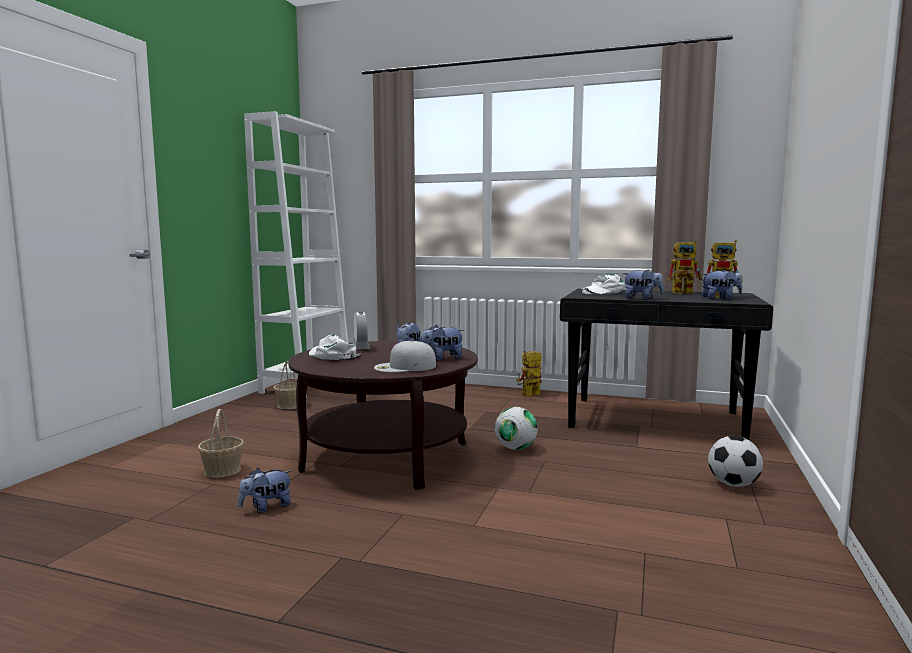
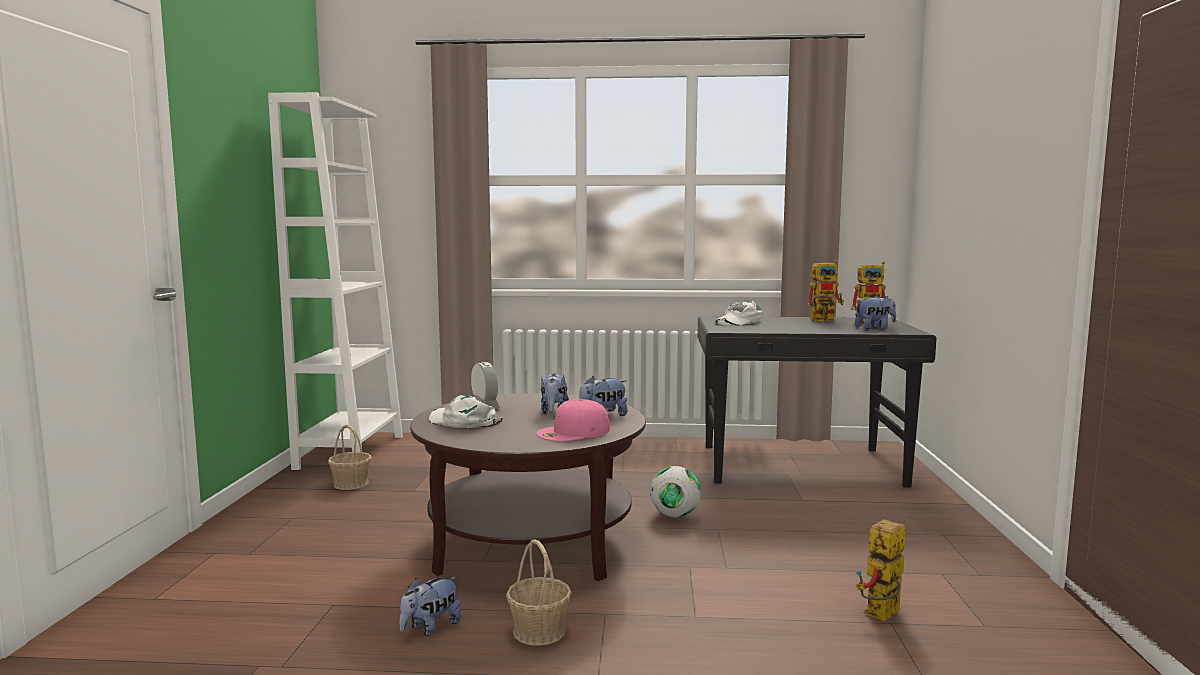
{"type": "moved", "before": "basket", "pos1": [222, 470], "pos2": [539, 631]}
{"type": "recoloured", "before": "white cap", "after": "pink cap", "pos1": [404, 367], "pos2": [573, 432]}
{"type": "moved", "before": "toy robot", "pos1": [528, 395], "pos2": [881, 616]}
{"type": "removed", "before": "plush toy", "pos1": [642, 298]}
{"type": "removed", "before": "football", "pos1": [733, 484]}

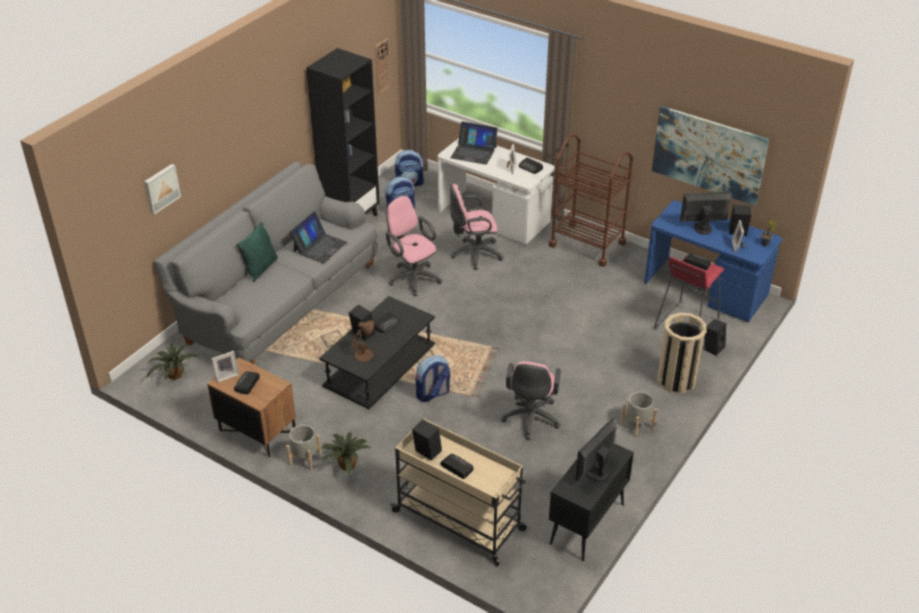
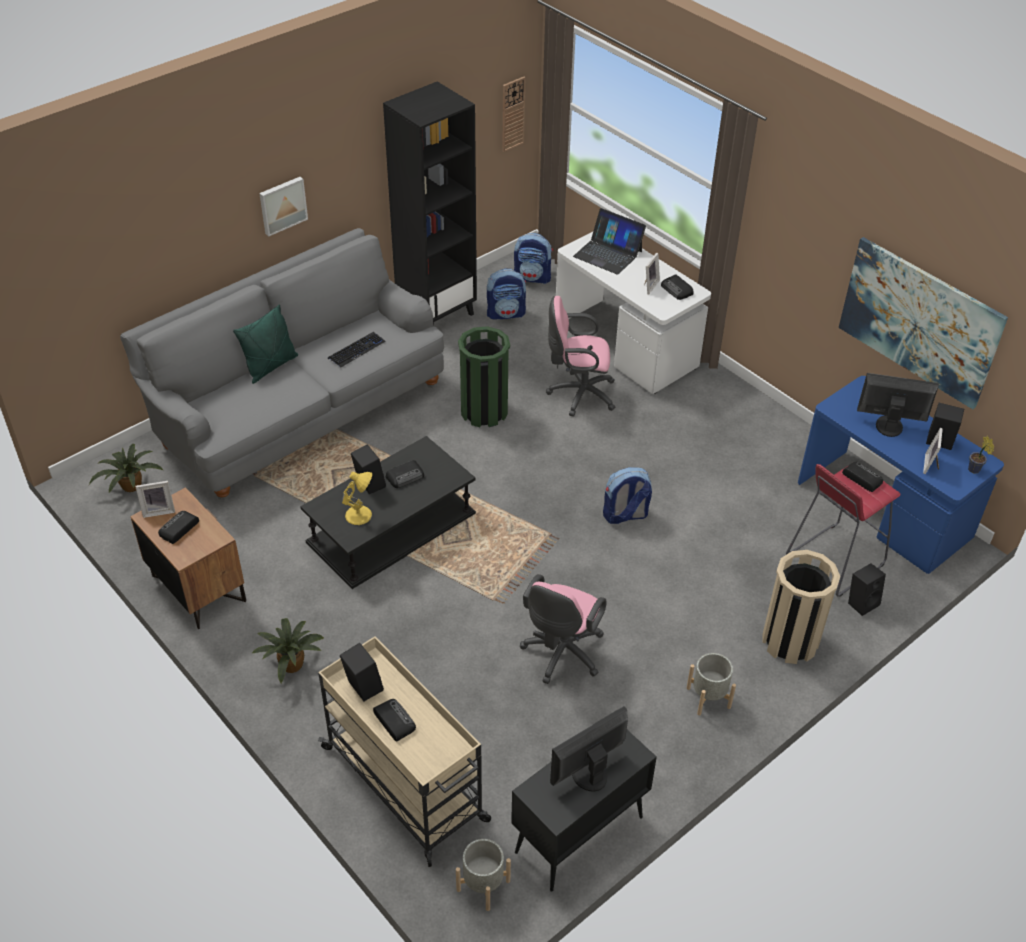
{"type": "moved", "before": "picture", "pos1": [161, 188], "pos2": [282, 205]}
{"type": "replaced", "before": "laptop", "after": "keyboard", "pos1": [319, 246], "pos2": [356, 350]}
{"type": "recoloured", "before": "brown table lamp", "after": "yellow table lamp", "pos1": [364, 355], "pos2": [360, 515]}
{"type": "moved", "before": "grey planter", "pos1": [305, 459], "pos2": [483, 885]}
{"type": "replaced", "before": "pink office chair", "after": "green trash can", "pos1": [412, 277], "pos2": [484, 411]}
{"type": "moved", "before": "backpack", "pos1": [432, 394], "pos2": [625, 515]}
{"type": "removed", "before": "brown cart", "pos1": [587, 244]}

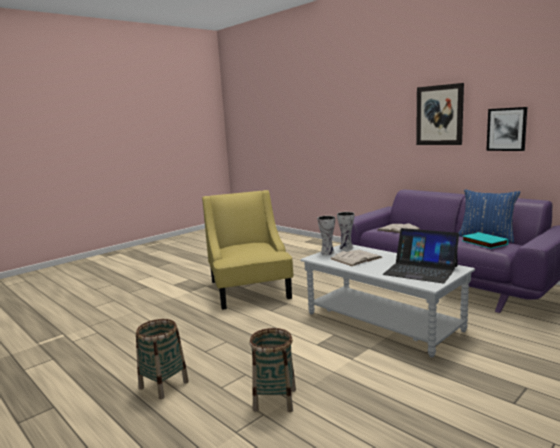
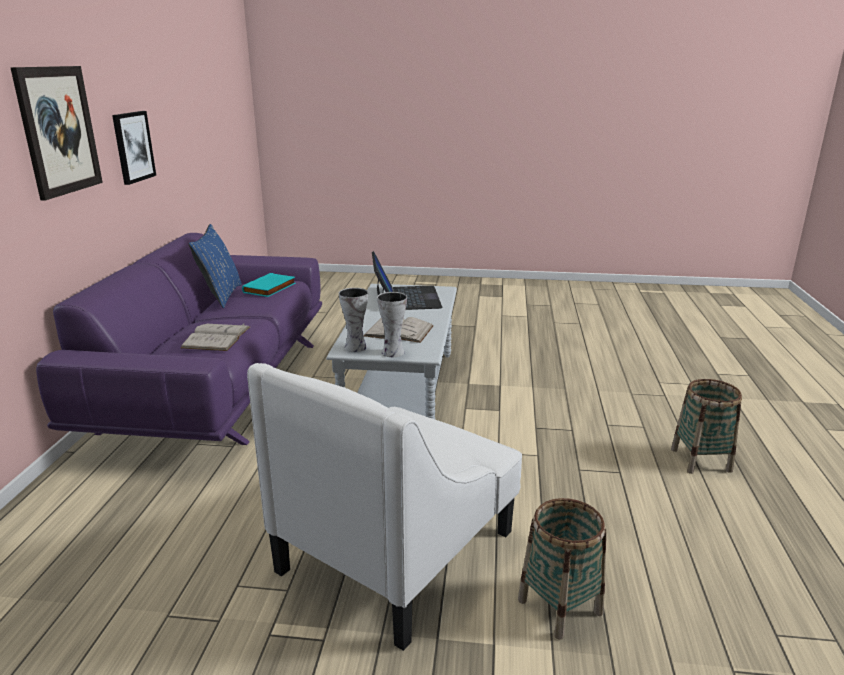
{"type": "recoloured", "before": "yellow armchair", "after": "white armchair", "pos1": [249, 289], "pos2": [397, 550]}
{"type": "moved", "before": "basket", "pos1": [275, 400], "pos2": [559, 606]}

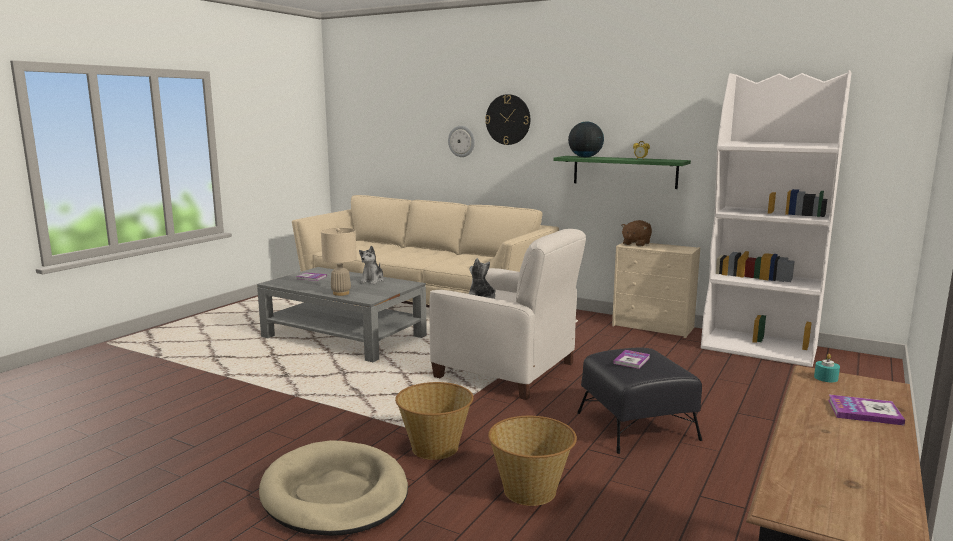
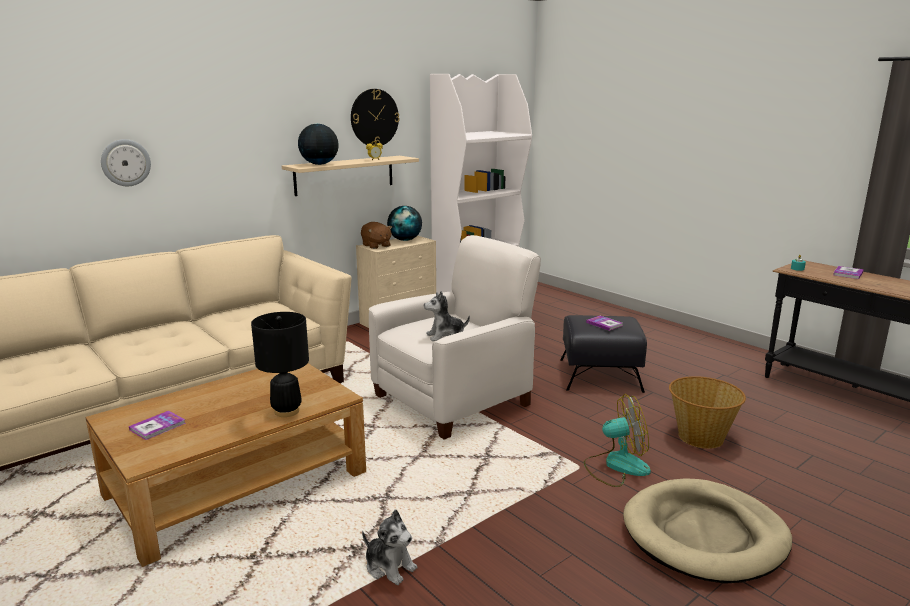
{"type": "recoloured", "before": "grey coffee table", "after": "brown coffee table", "pos1": [344, 337], "pos2": [238, 483]}
{"type": "recoloured", "before": "beige table lamp", "after": "black table lamp", "pos1": [341, 293], "pos2": [287, 411]}
{"type": "recoloured", "before": "green shelf", "after": "beige shelf", "pos1": [624, 172], "pos2": [344, 175]}
{"type": "moved", "before": "wall clock", "pos1": [508, 119], "pos2": [374, 117]}
{"type": "moved", "before": "plush toy", "pos1": [372, 281], "pos2": [389, 567]}
{"type": "added", "after": "globe", "pos2": [405, 240]}
{"type": "replaced", "before": "basket", "after": "fan", "pos1": [435, 447], "pos2": [616, 466]}

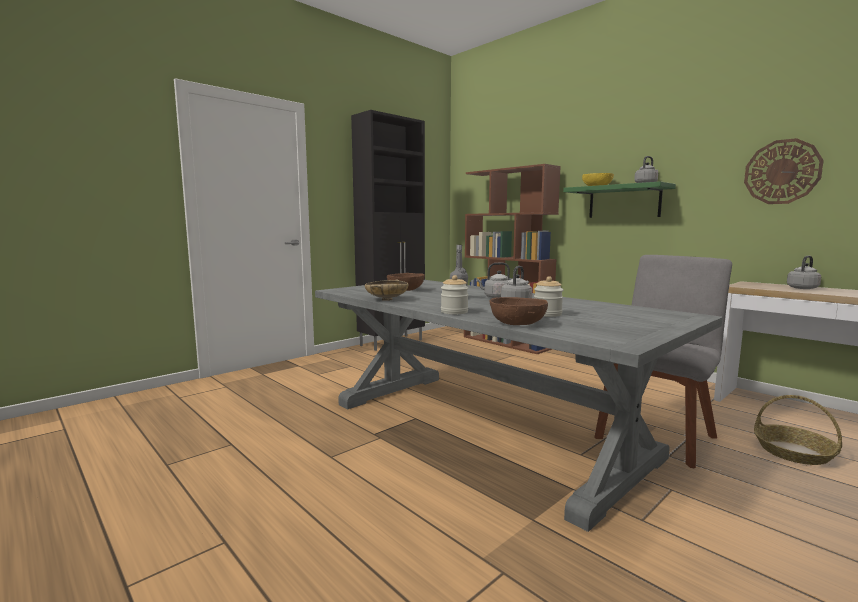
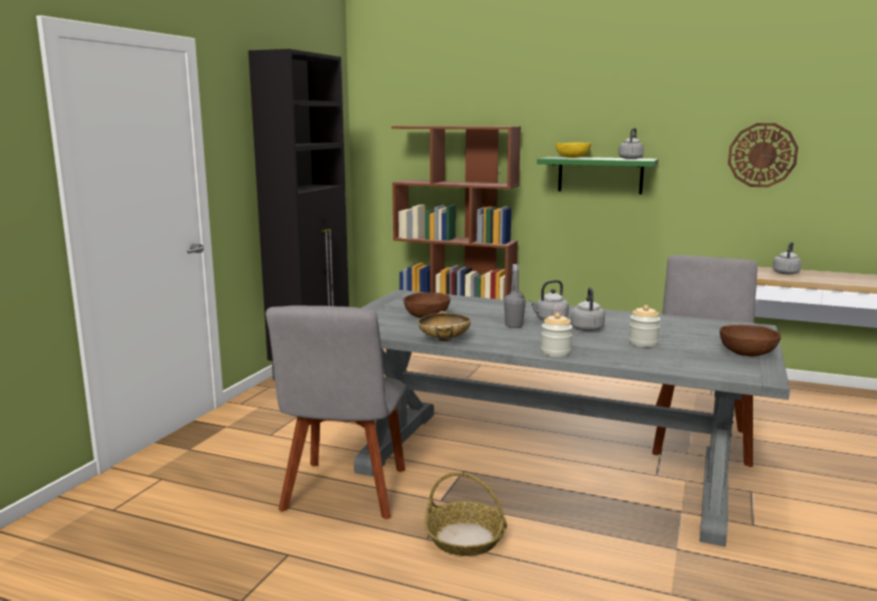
{"type": "added", "after": "grey chair", "pos2": [344, 493]}
{"type": "moved", "before": "basket", "pos1": [794, 452], "pos2": [465, 538]}
{"type": "moved", "before": "brown bowl", "pos1": [518, 324], "pos2": [747, 353]}

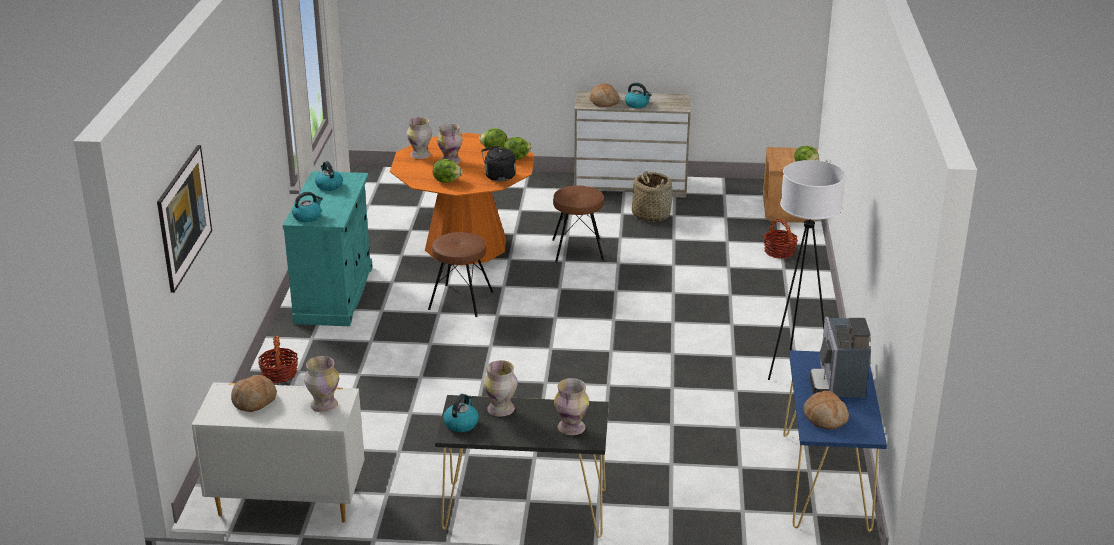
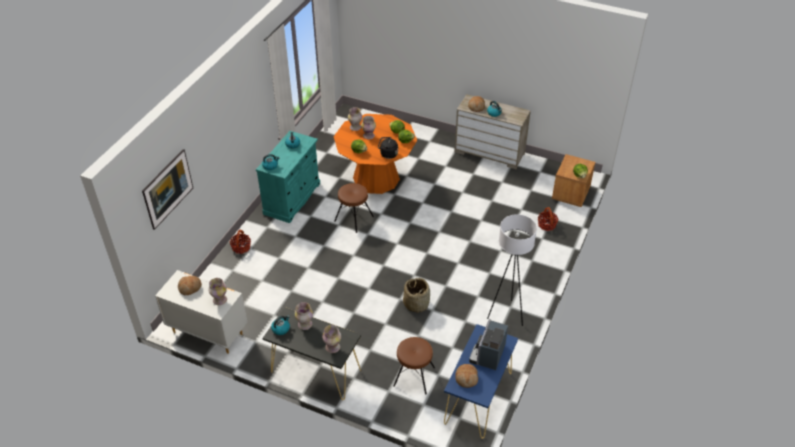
{"type": "moved", "before": "brown stool", "pos1": [578, 250], "pos2": [414, 377]}
{"type": "moved", "before": "basket", "pos1": [651, 215], "pos2": [416, 303]}

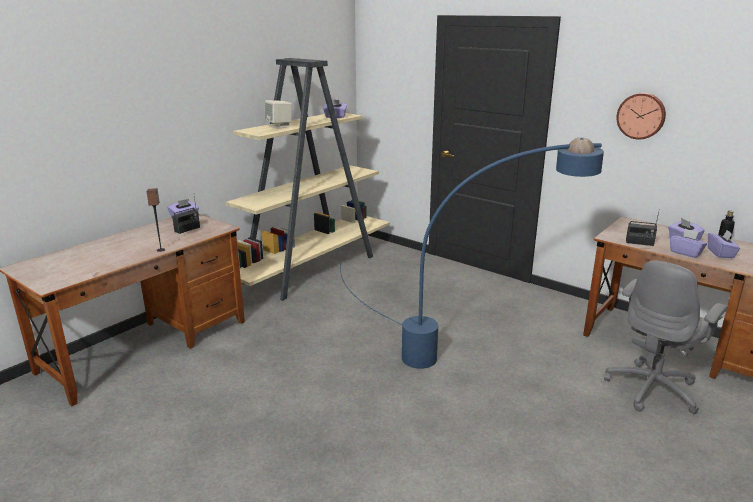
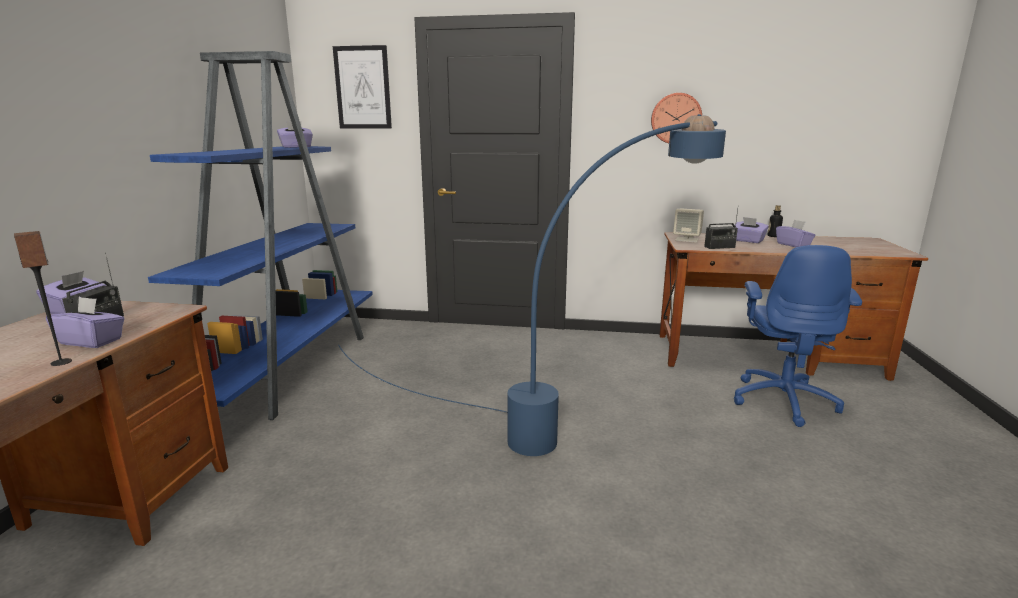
{"type": "moved", "before": "purple tissue box", "pos1": [685, 253], "pos2": [92, 341]}
{"type": "recoloured", "before": "beige bookcase", "after": "blue bookcase", "pos1": [312, 268], "pos2": [288, 368]}
{"type": "added", "after": "picture", "pos2": [362, 88]}
{"type": "moved", "before": "beige speaker", "pos1": [279, 126], "pos2": [687, 240]}
{"type": "recoloured", "before": "grey office chair", "after": "blue office chair", "pos1": [653, 389], "pos2": [783, 400]}

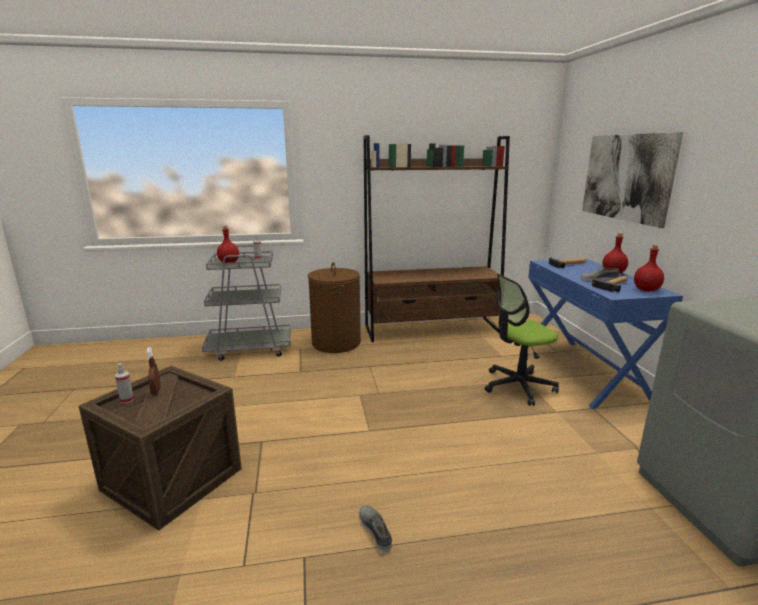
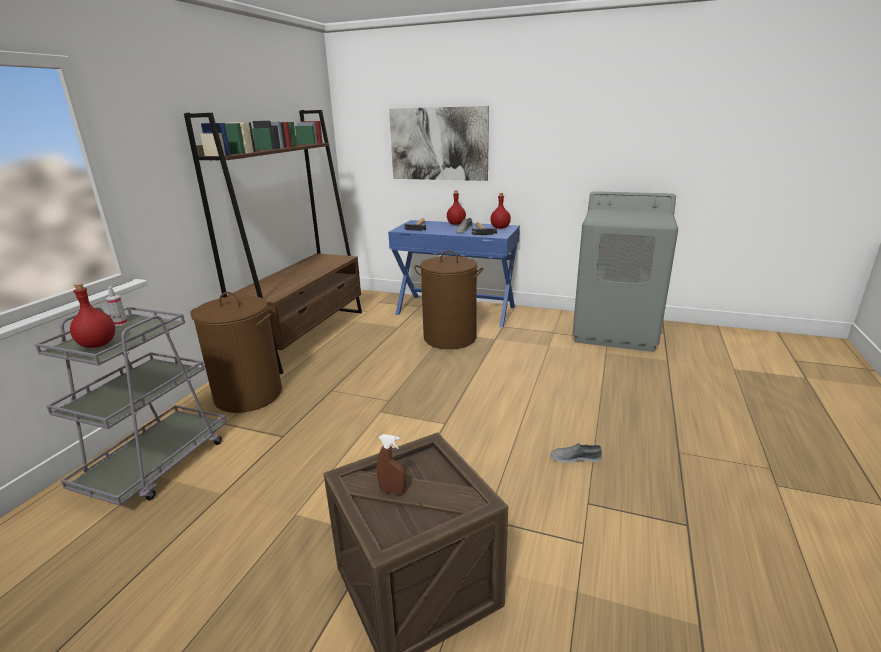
{"type": "replaced", "before": "office chair", "after": "brown laundry basket", "pos1": [518, 386], "pos2": [449, 338]}
{"type": "removed", "before": "spray bottle", "pos1": [127, 400]}

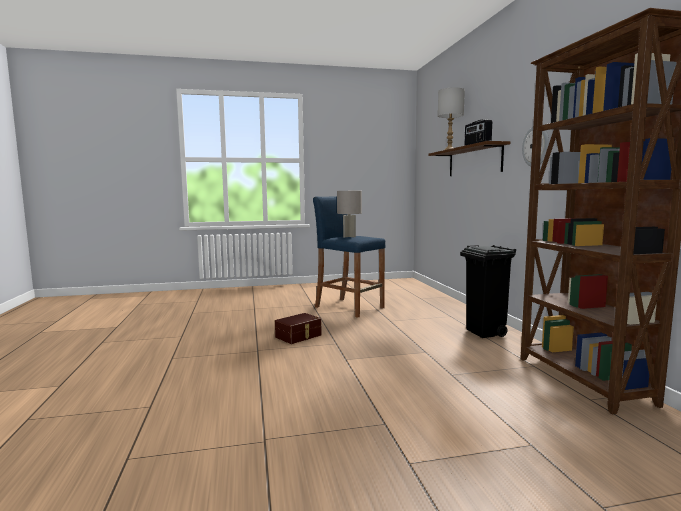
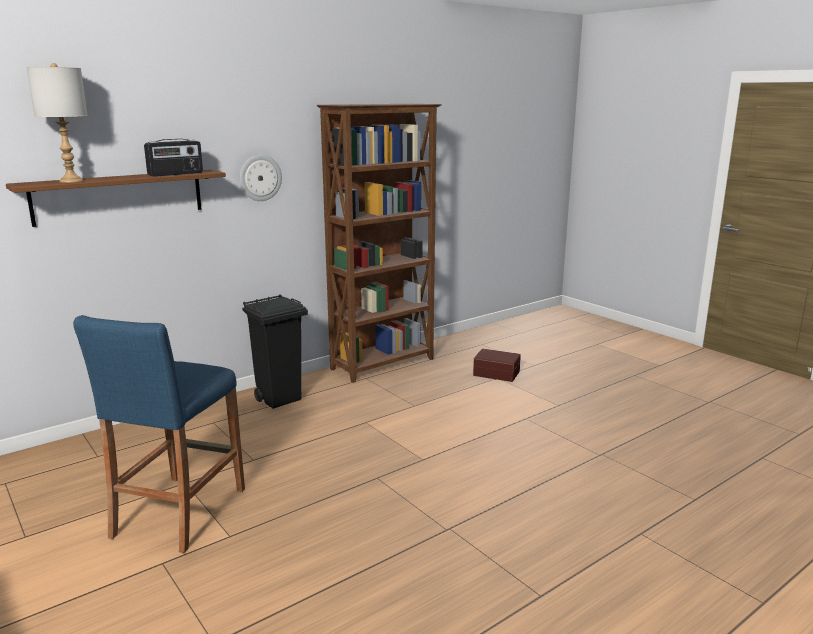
{"type": "moved", "before": "brown storage box", "pos1": [299, 336], "pos2": [496, 373]}
{"type": "removed", "before": "grey table lamp", "pos1": [349, 236]}

